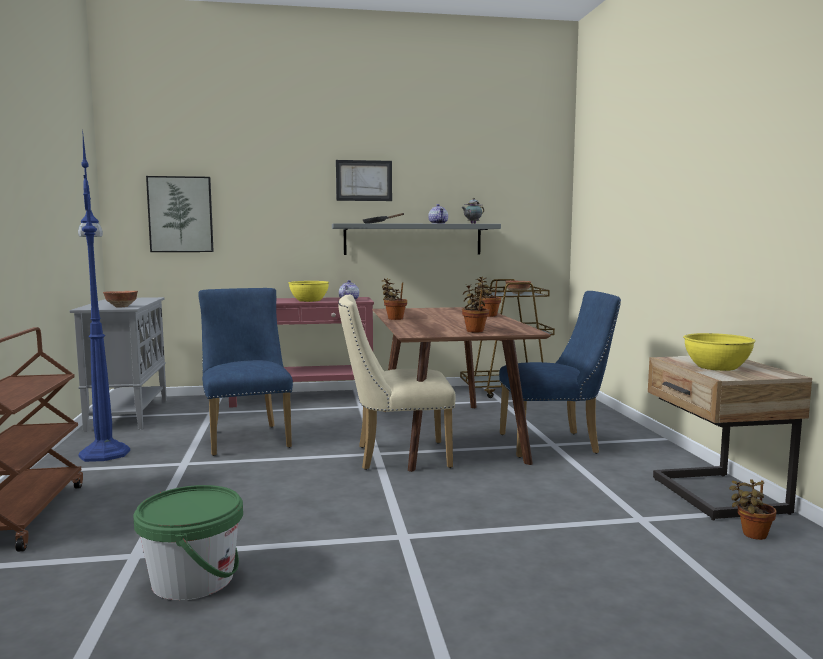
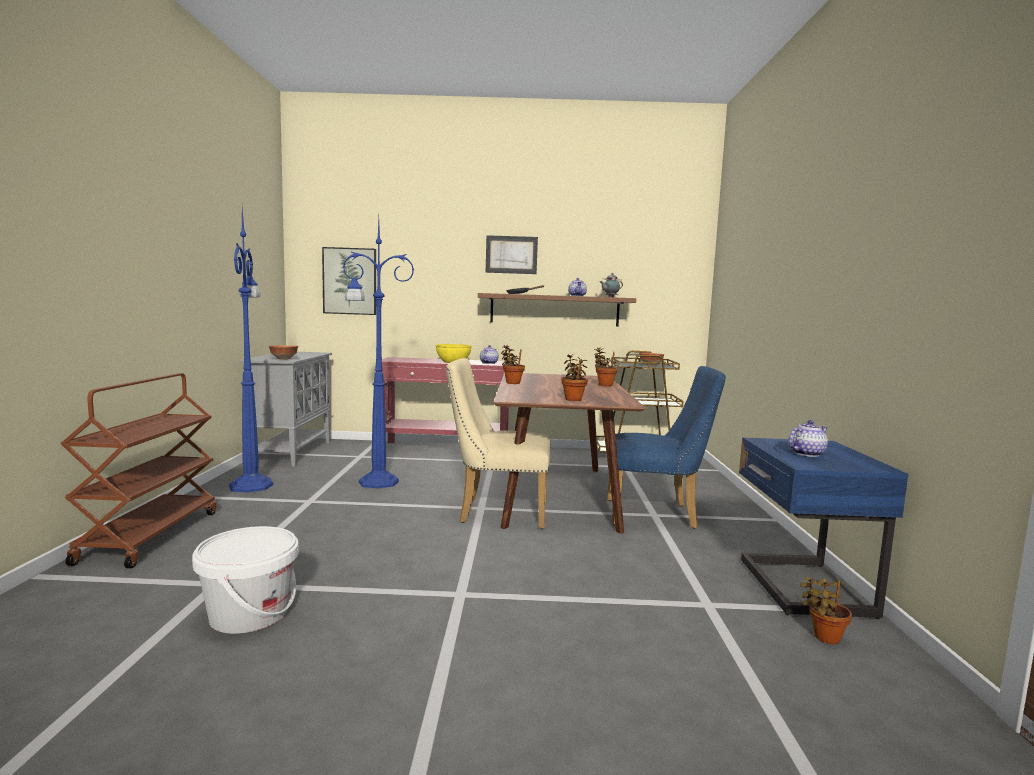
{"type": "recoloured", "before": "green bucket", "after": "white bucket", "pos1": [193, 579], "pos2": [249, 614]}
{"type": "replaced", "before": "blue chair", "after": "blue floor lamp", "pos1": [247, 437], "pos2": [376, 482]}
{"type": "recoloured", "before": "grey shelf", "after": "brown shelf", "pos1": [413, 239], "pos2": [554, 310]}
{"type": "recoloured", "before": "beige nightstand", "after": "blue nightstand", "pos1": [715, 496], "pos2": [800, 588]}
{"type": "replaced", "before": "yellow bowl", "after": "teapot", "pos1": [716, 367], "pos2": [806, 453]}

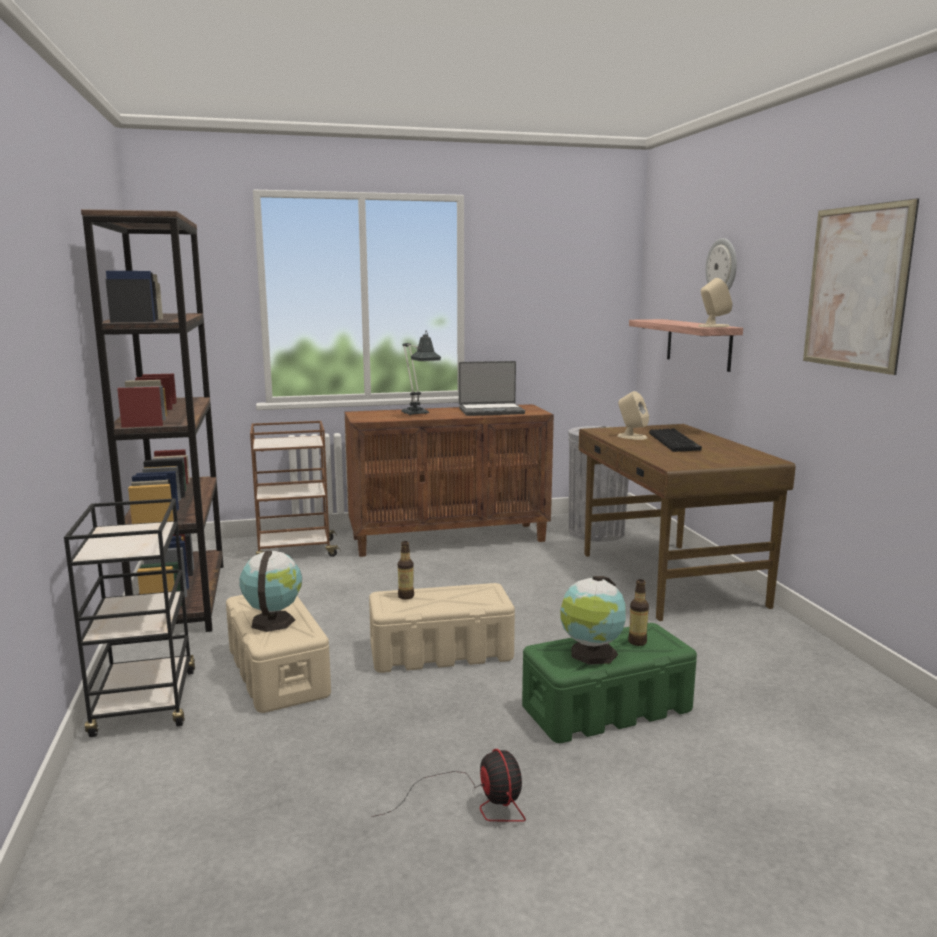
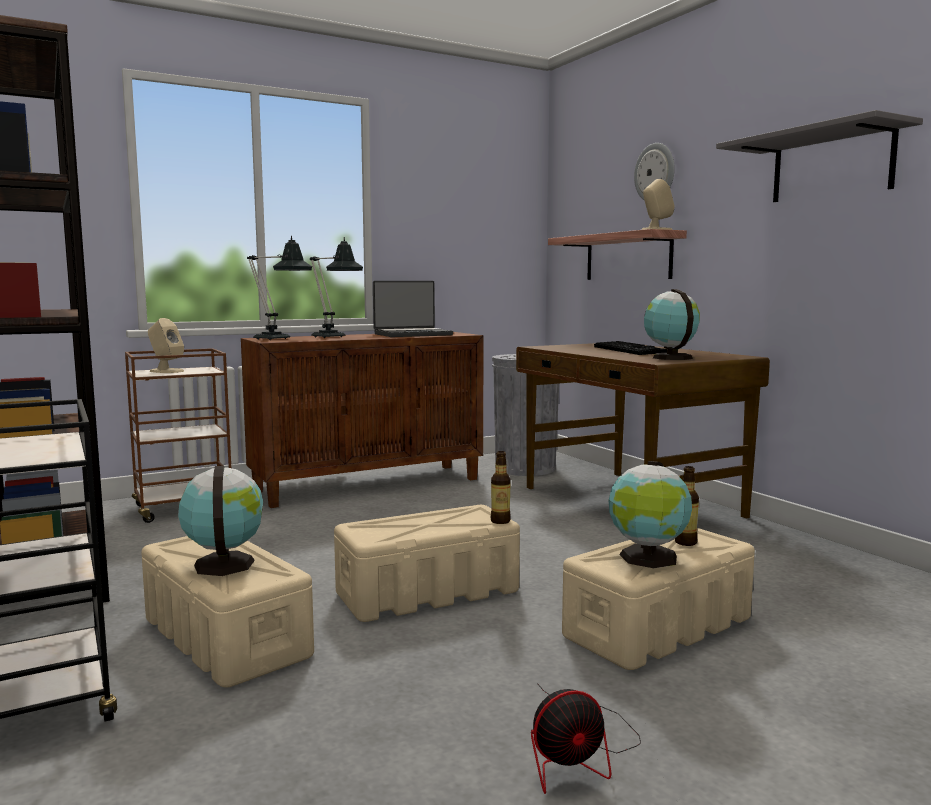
{"type": "moved", "before": "beige speaker", "pos1": [631, 437], "pos2": [166, 371]}
{"type": "added", "after": "table lamp", "pos2": [277, 339]}
{"type": "moved", "before": "bottle", "pos1": [406, 596], "pos2": [500, 521]}
{"type": "turned", "before": "fan", "pos1": [474, 802], "pos2": [578, 753], "turn": 105}
{"type": "recoloured", "before": "green storage box", "after": "beige storage box", "pos1": [608, 708], "pos2": [659, 627]}
{"type": "added", "after": "globe", "pos2": [670, 357]}
{"type": "replaced", "before": "picture", "after": "grey shelf", "pos1": [856, 288], "pos2": [831, 165]}

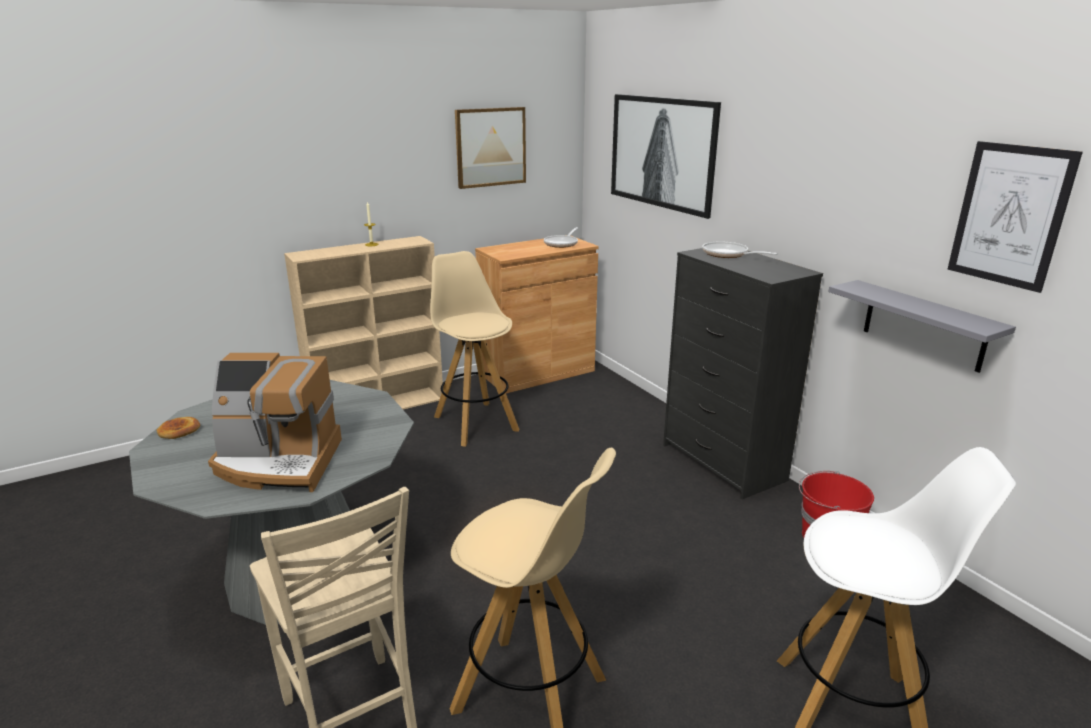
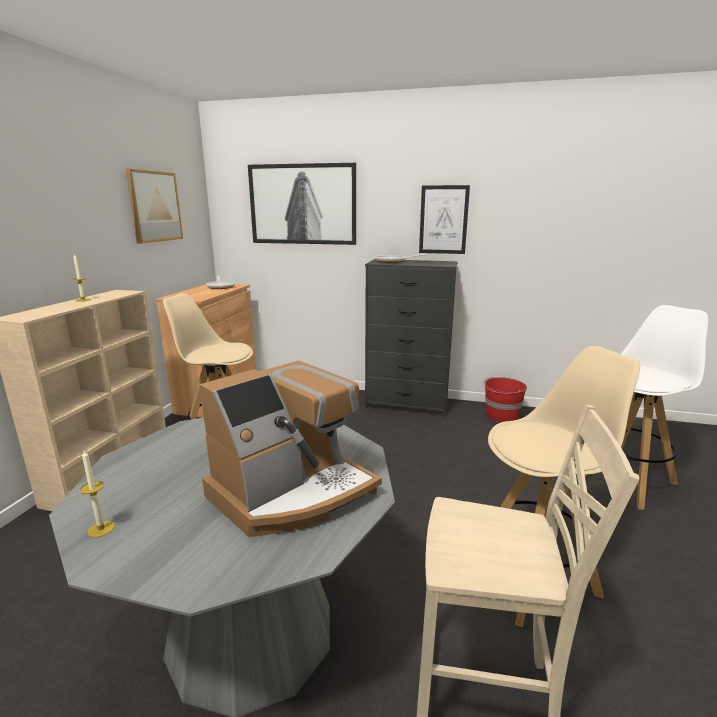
{"type": "replaced", "before": "bread", "after": "candle", "pos1": [179, 431], "pos2": [101, 529]}
{"type": "moved", "before": "picture", "pos1": [1009, 215], "pos2": [443, 220]}
{"type": "removed", "before": "grey shelf", "pos1": [923, 325]}

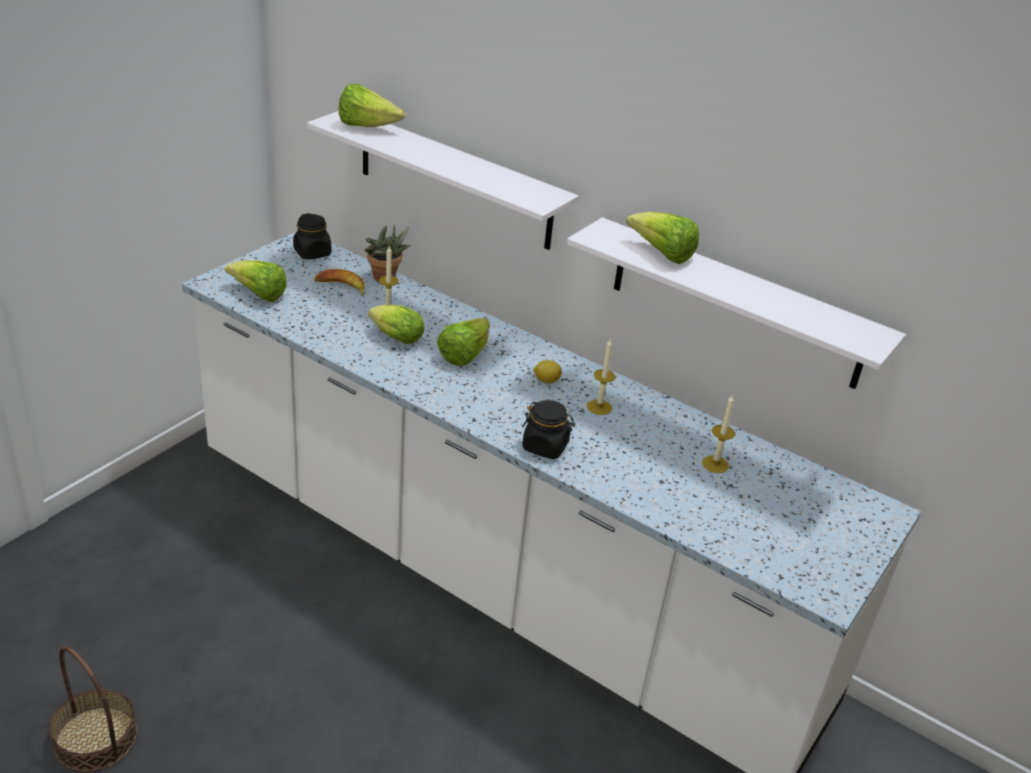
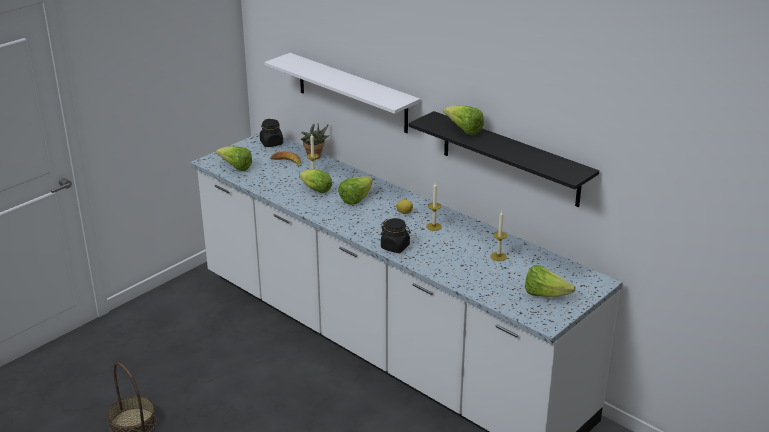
{"type": "recoloured", "before": "white shelf", "after": "black shelf", "pos1": [736, 304], "pos2": [510, 159]}
{"type": "moved", "before": "lettuce", "pos1": [367, 126], "pos2": [545, 294]}

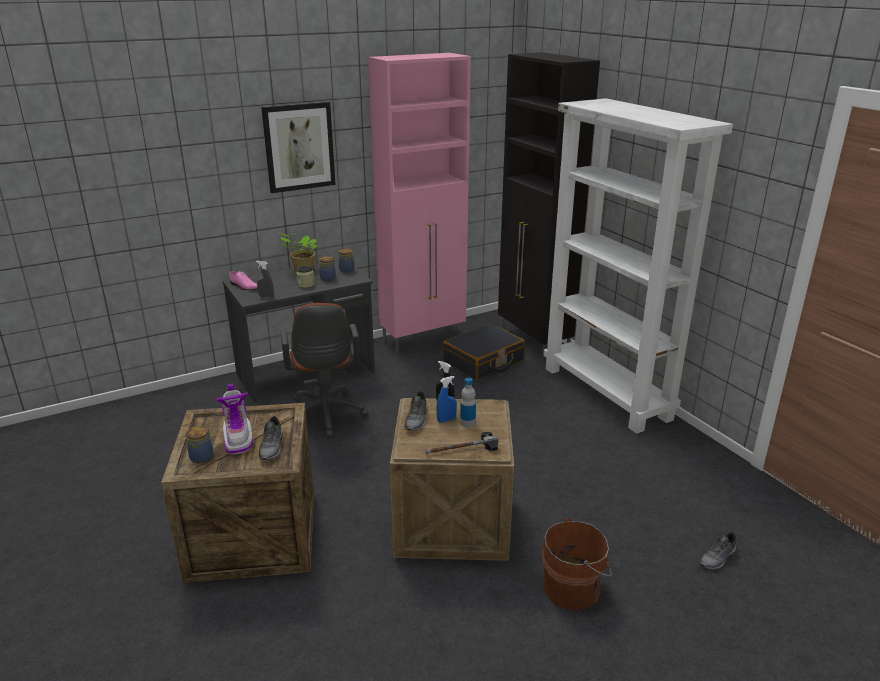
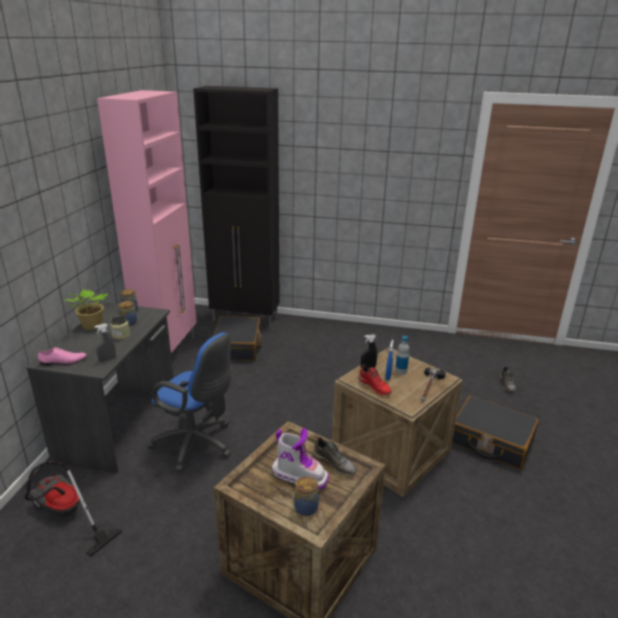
{"type": "added", "after": "vacuum cleaner", "pos2": [65, 516]}
{"type": "recoloured", "before": "brown office chair", "after": "blue office chair", "pos1": [325, 417], "pos2": [197, 445]}
{"type": "recoloured", "before": "grey shoe", "after": "red shoe", "pos1": [417, 420], "pos2": [375, 386]}
{"type": "replaced", "before": "brown bucket", "after": "black suitcase", "pos1": [574, 587], "pos2": [491, 441]}
{"type": "removed", "before": "picture", "pos1": [299, 147]}
{"type": "removed", "before": "white bookcase", "pos1": [607, 393]}

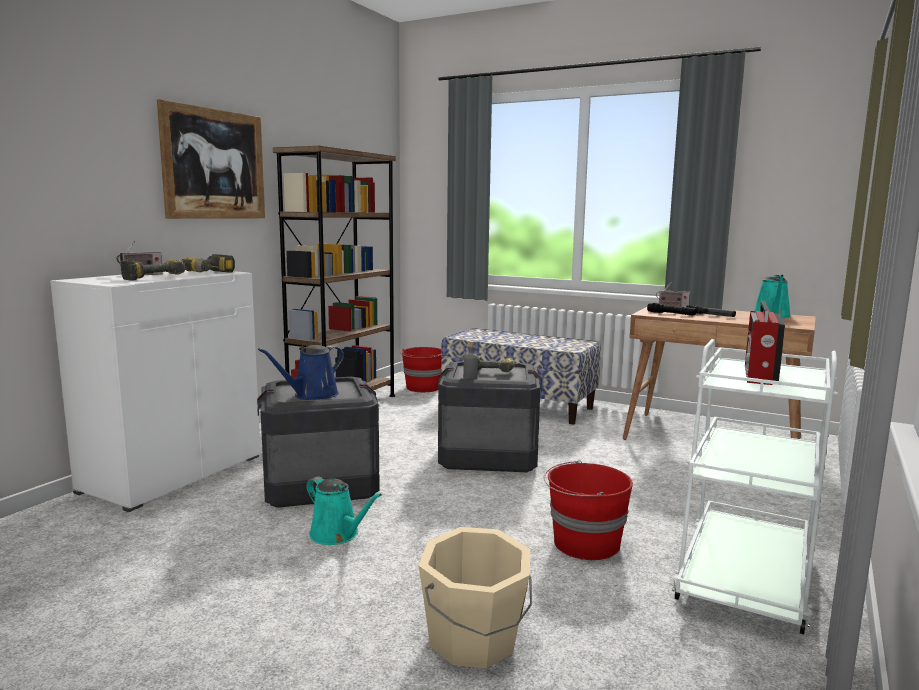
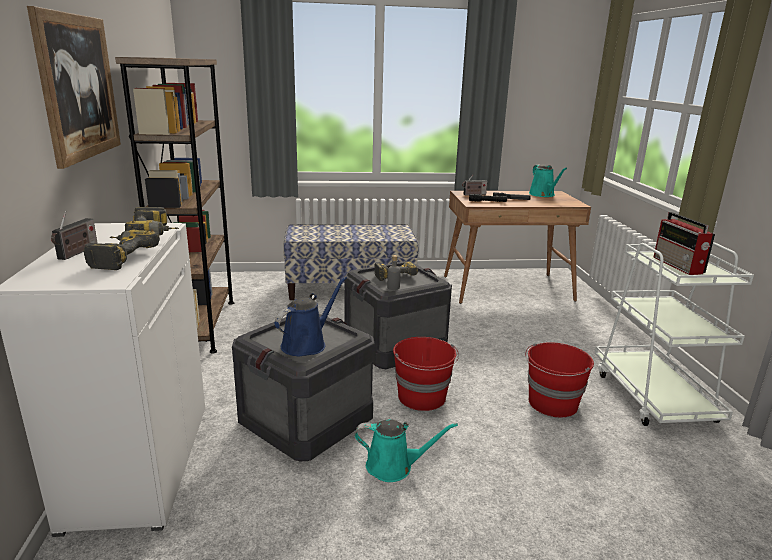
{"type": "turned", "before": "blue watering can", "pos1": [312, 395], "pos2": [307, 344], "turn": -150}
{"type": "moved", "before": "red bucket", "pos1": [423, 388], "pos2": [422, 397]}
{"type": "removed", "before": "beige bucket", "pos1": [474, 640]}

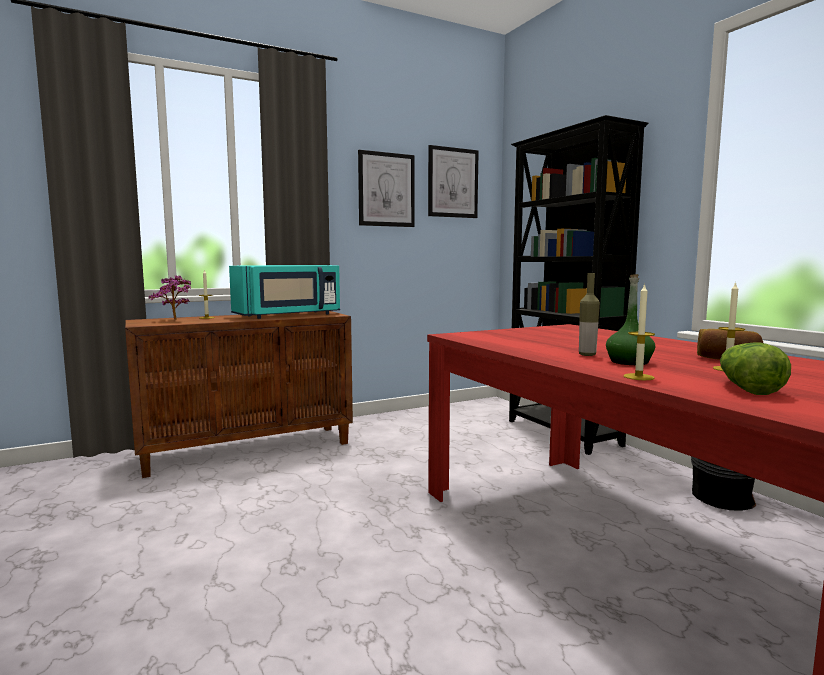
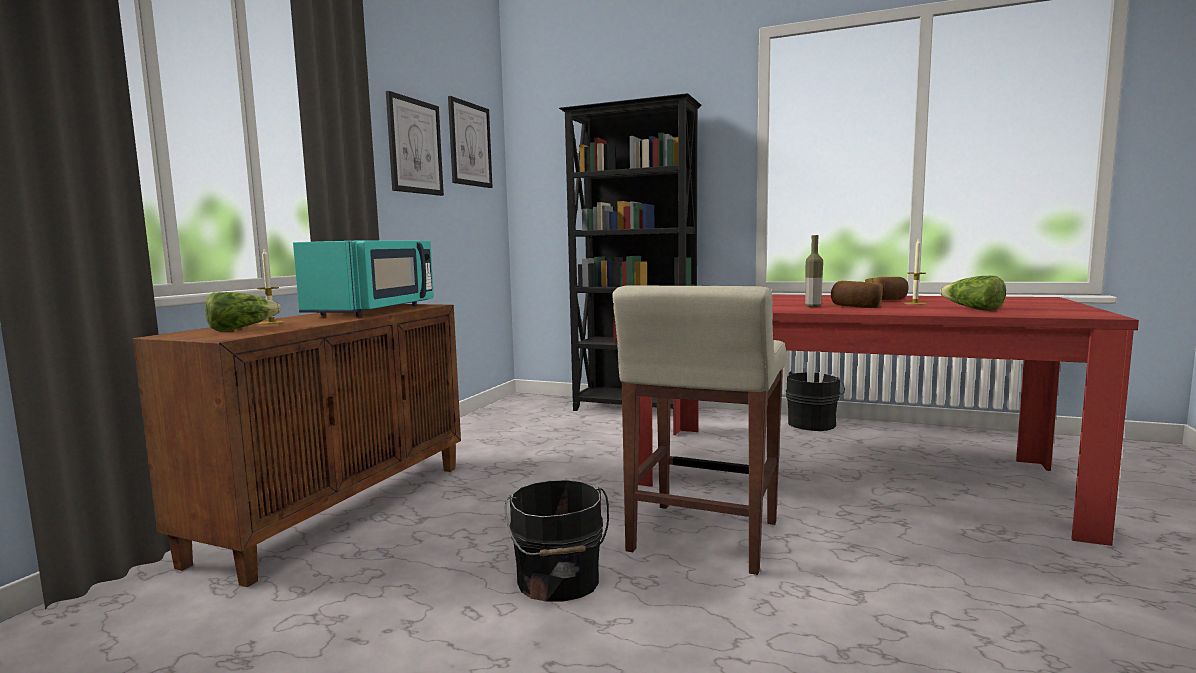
{"type": "replaced", "before": "potted plant", "after": "lettuce", "pos1": [175, 320], "pos2": [241, 329]}
{"type": "added", "after": "black bucket", "pos2": [558, 581]}
{"type": "added", "after": "beige stool", "pos2": [702, 538]}
{"type": "replaced", "before": "green bottle", "after": "bread", "pos1": [628, 362], "pos2": [856, 307]}
{"type": "removed", "before": "candle", "pos1": [638, 377]}

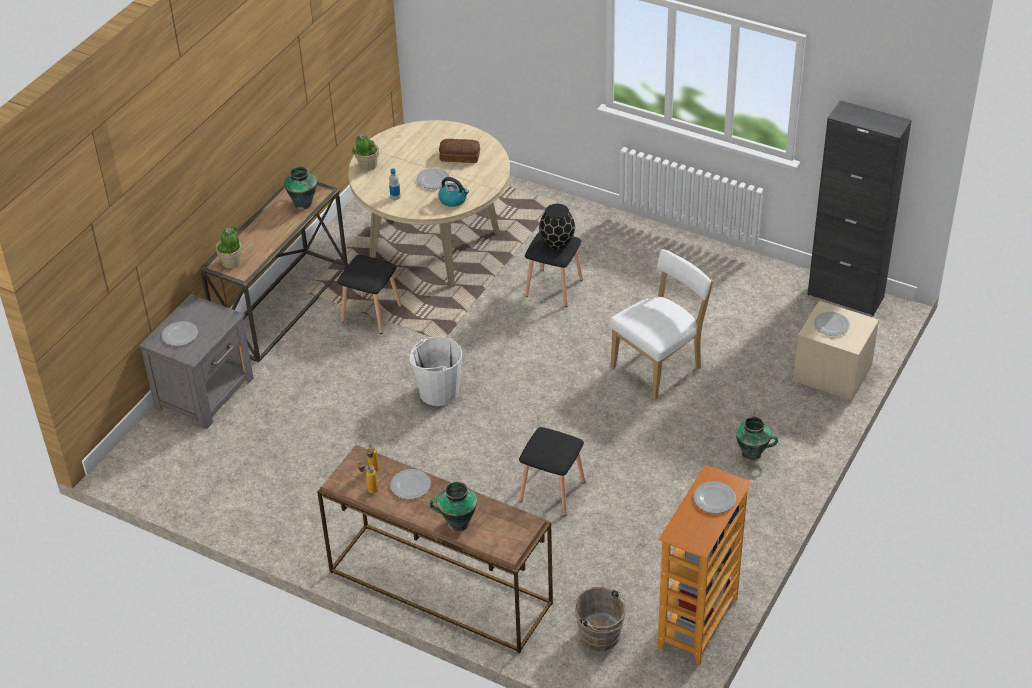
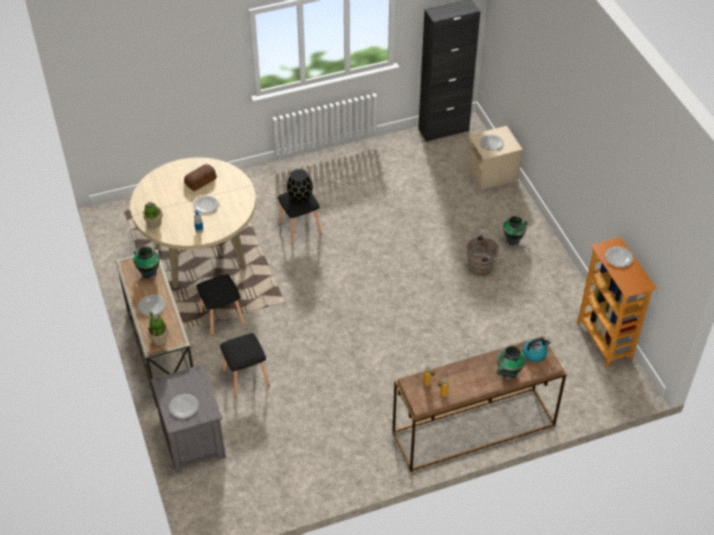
{"type": "moved", "before": "plate", "pos1": [410, 486], "pos2": [151, 306]}
{"type": "moved", "before": "black stool", "pos1": [551, 491], "pos2": [245, 378]}
{"type": "moved", "before": "brown bucket", "pos1": [602, 637], "pos2": [482, 266]}
{"type": "moved", "before": "kettle", "pos1": [453, 200], "pos2": [534, 353]}
{"type": "removed", "before": "white bucket", "pos1": [438, 392]}
{"type": "removed", "before": "white chair", "pos1": [659, 366]}

